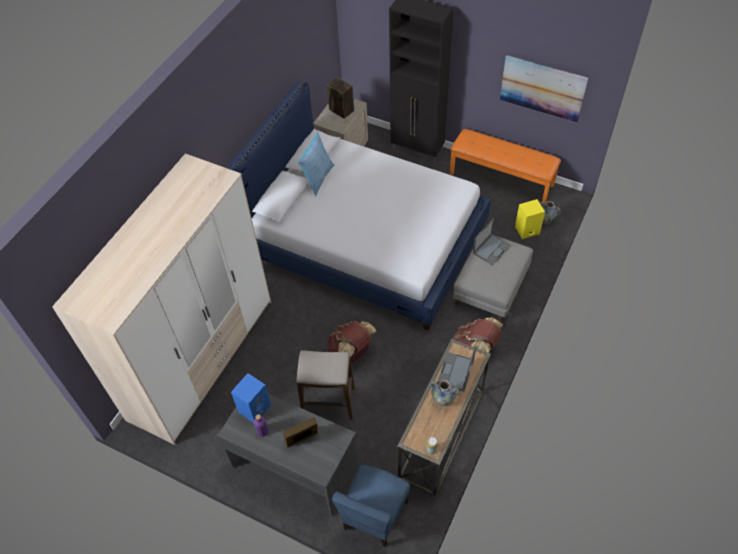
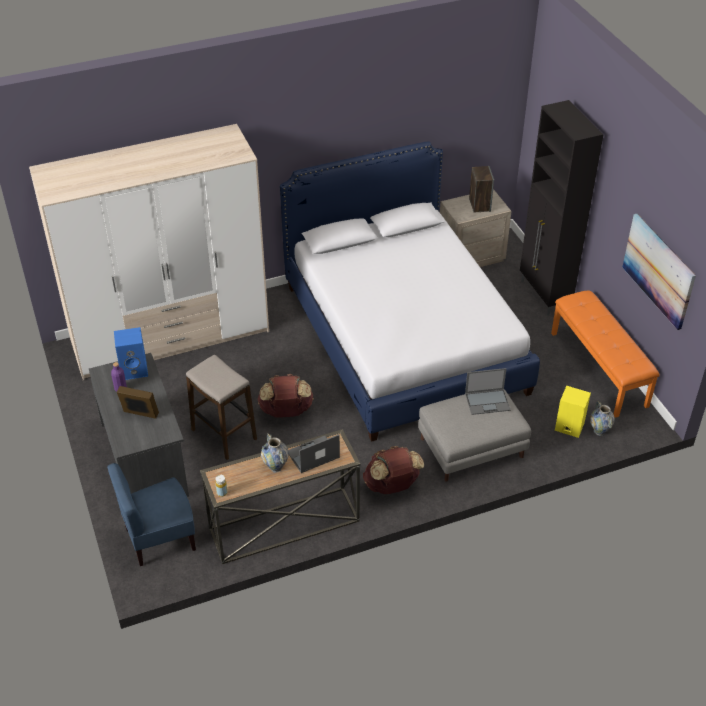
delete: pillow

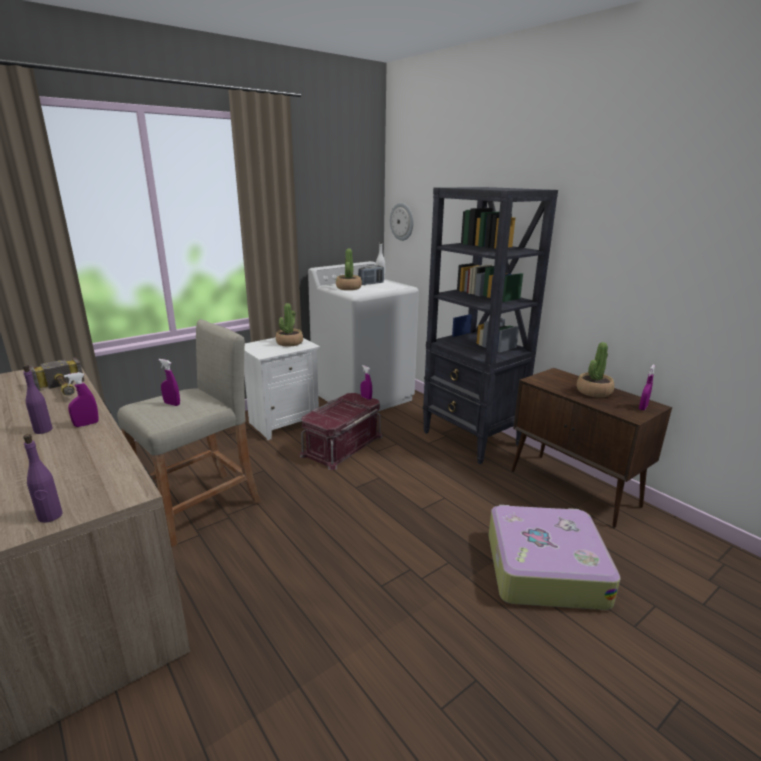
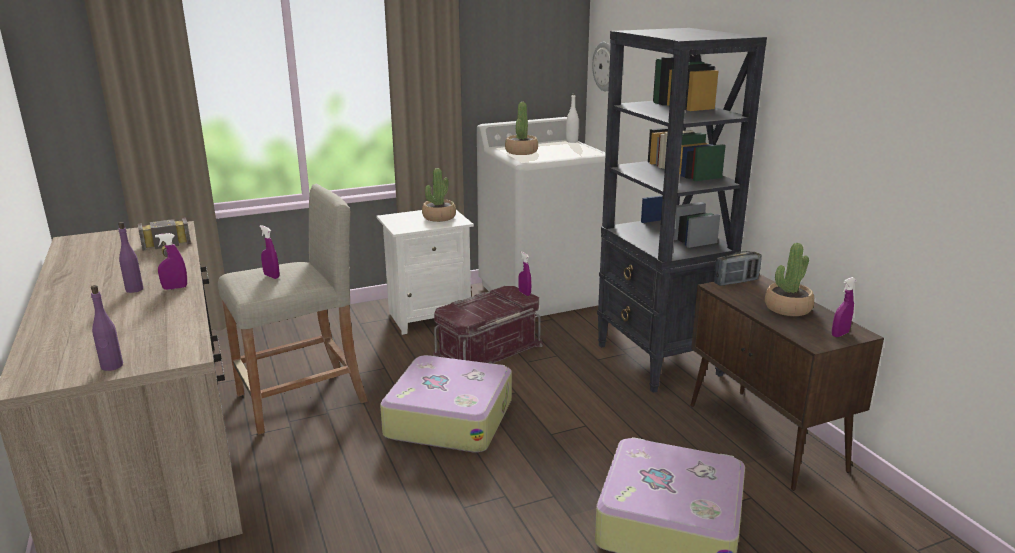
insert: suitcase (1st from left)
move: radio

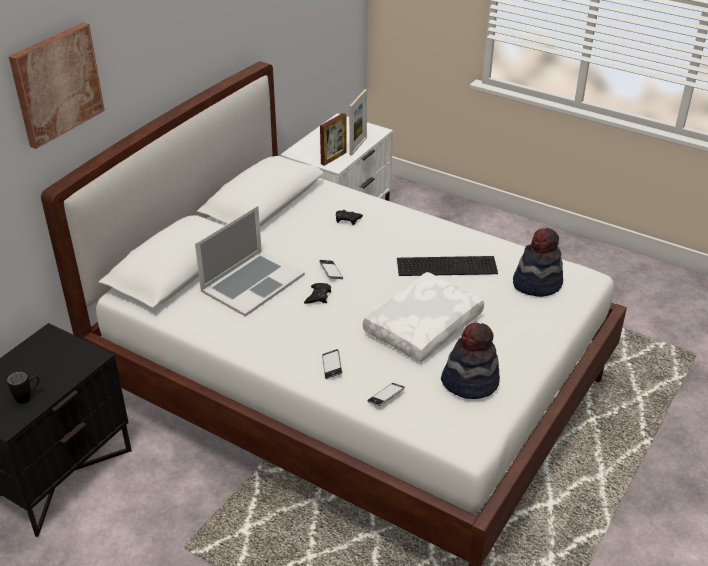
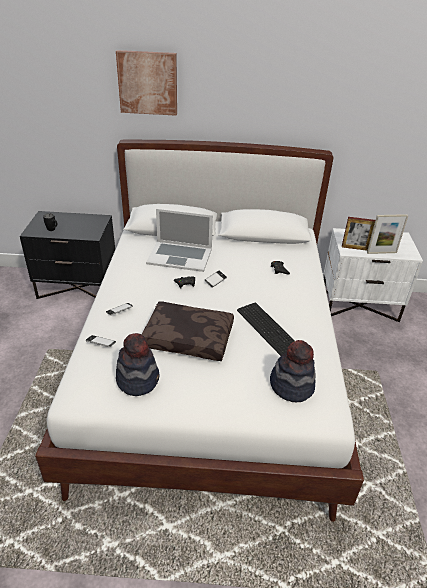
recolor: pillow (white) to pillow (brown)

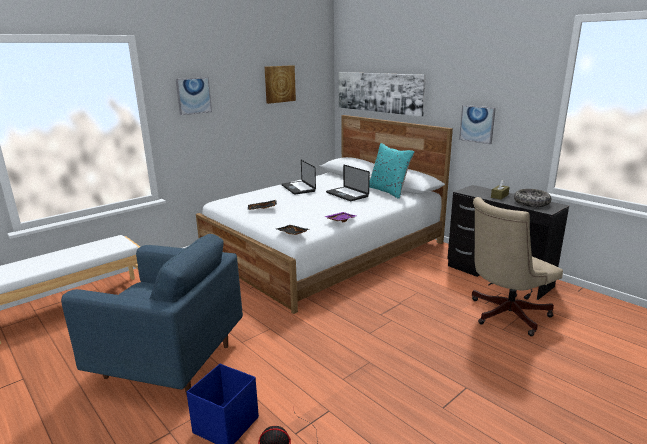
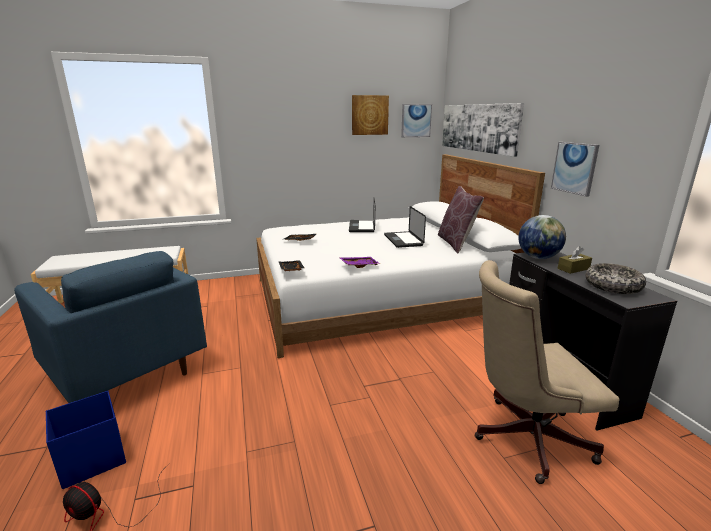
insert: globe
move: picture (1st from left in the first image) to picture (2nd from left)
recolor: pillow (turquoise) to pillow (brown)

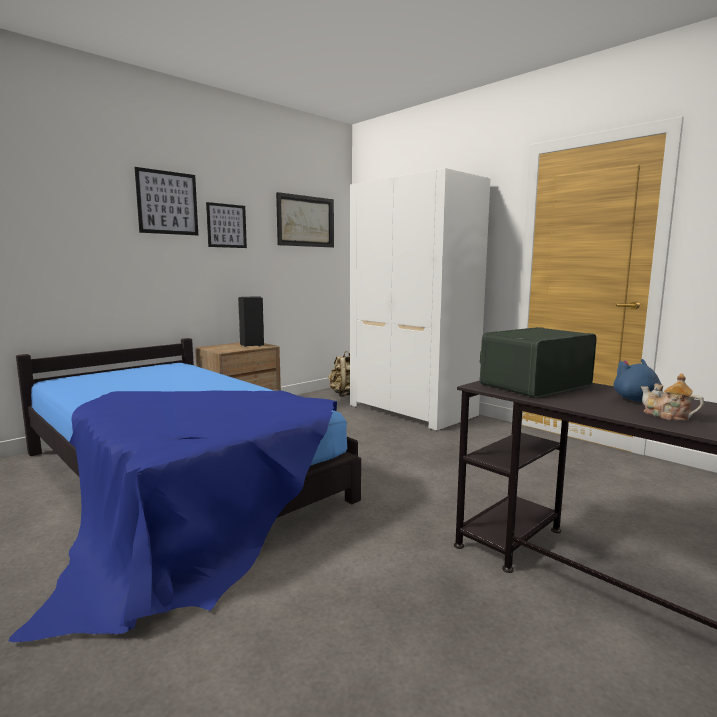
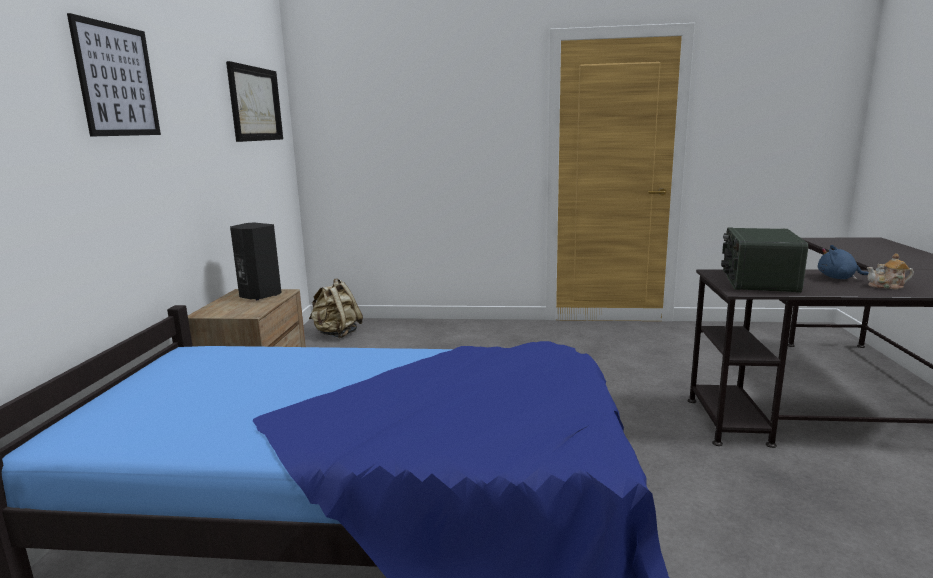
delete: picture (2nd from left); wardrobe (white)

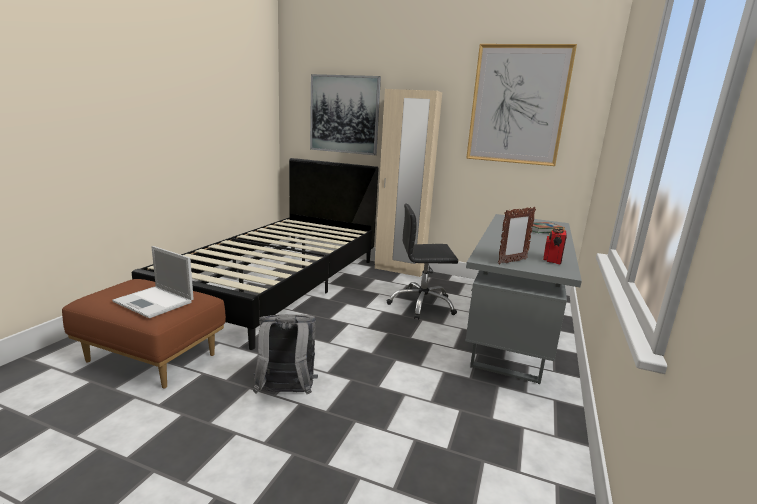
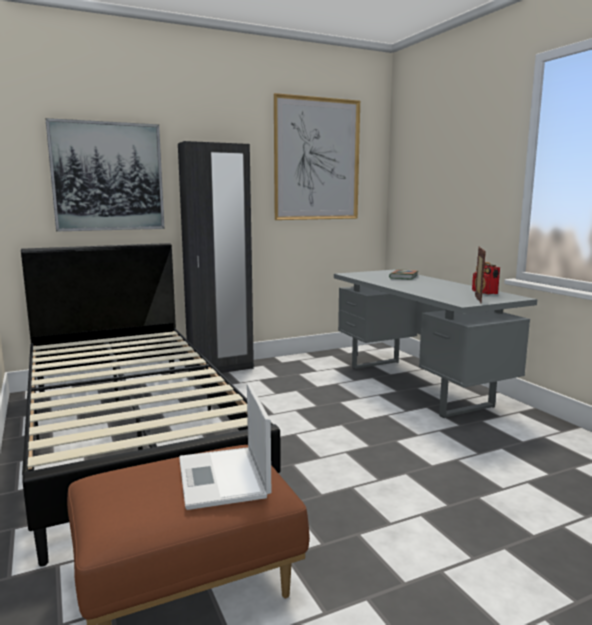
delete: backpack (grey); office chair (black)
recolor: wardrobe (beige) to wardrobe (black)
rotate: laptop 90 degrees clockwise

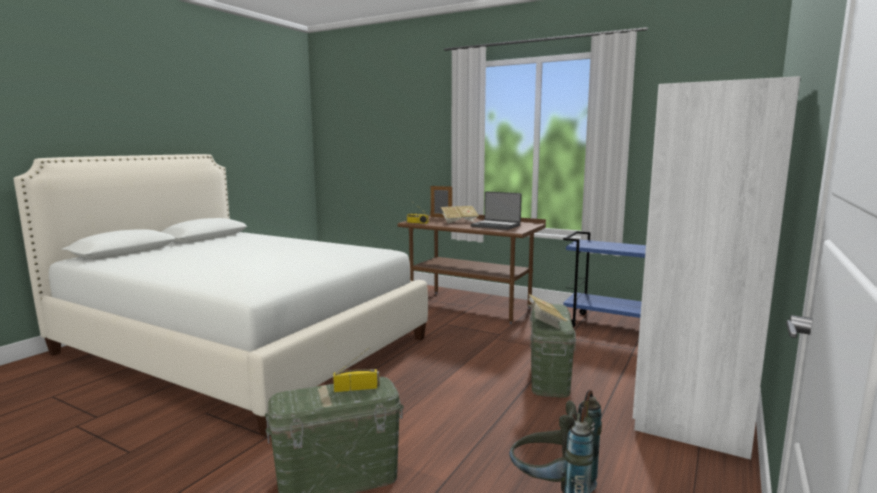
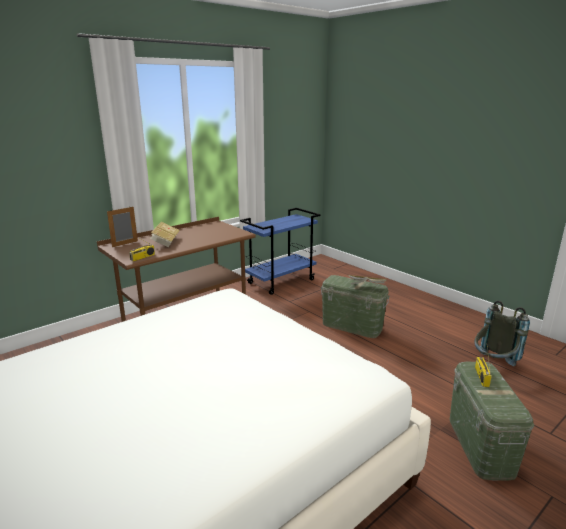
delete: laptop; wardrobe (white)

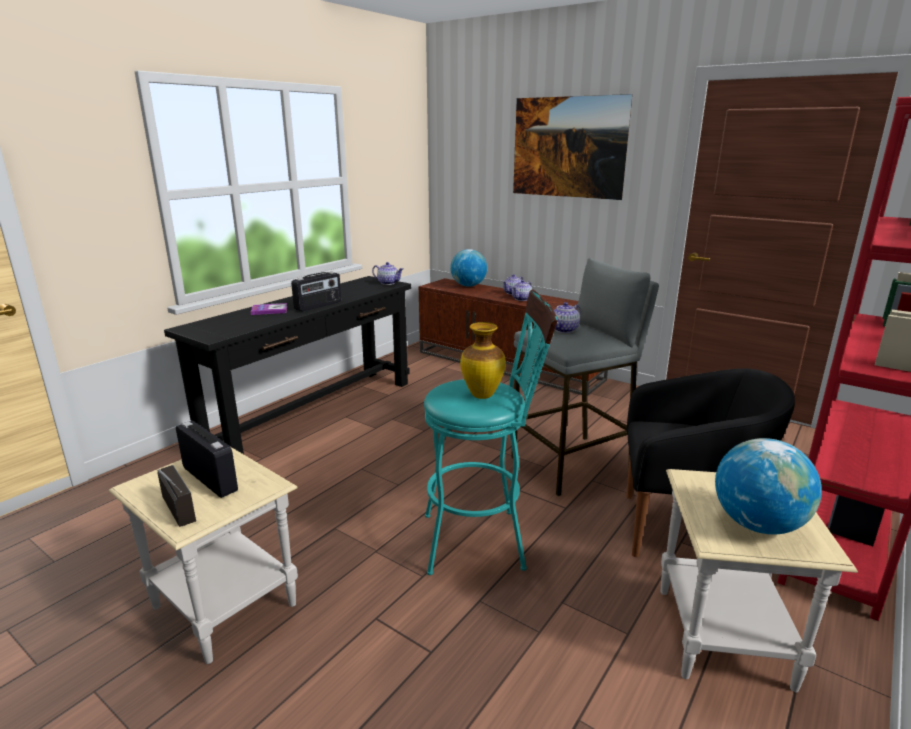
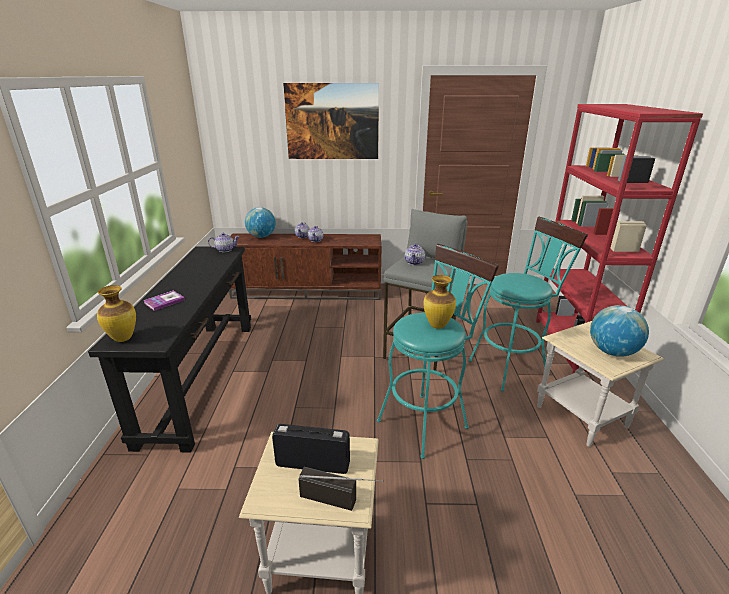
delete: radio (3rd from left)
insert: vase (1st from left)
replace: armchair (black) to stool (turquoise) (2nd from left)

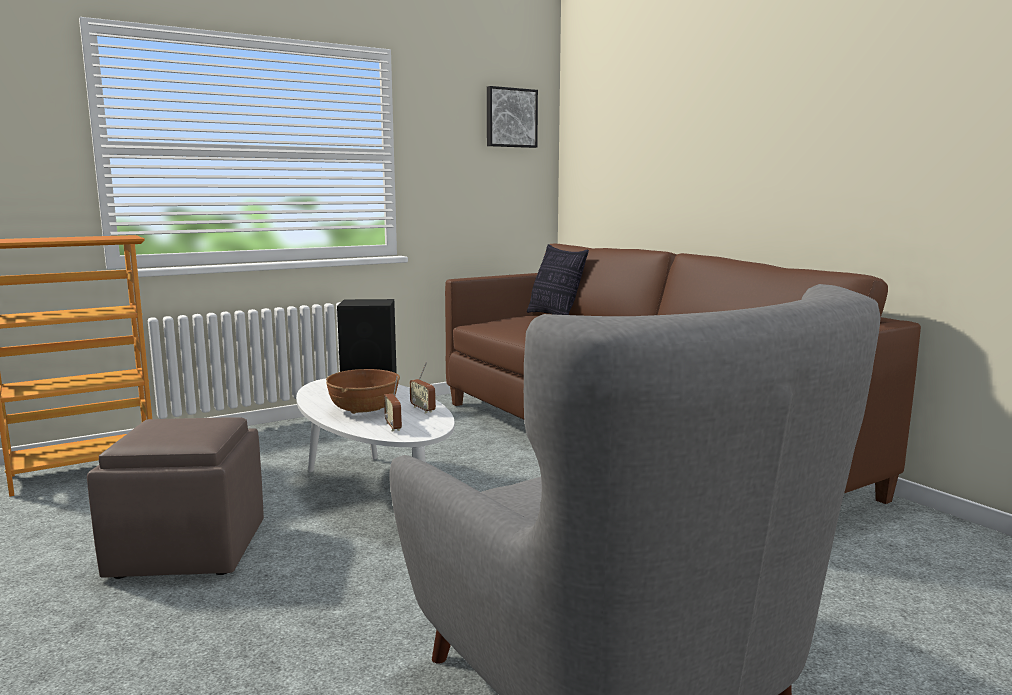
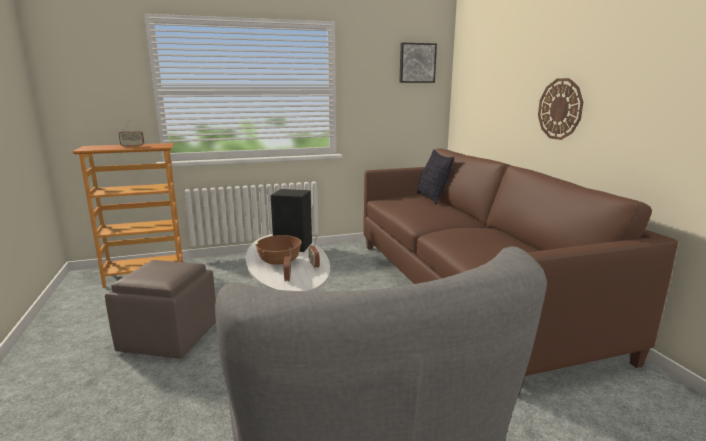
insert: radio (1st from left); wall clock

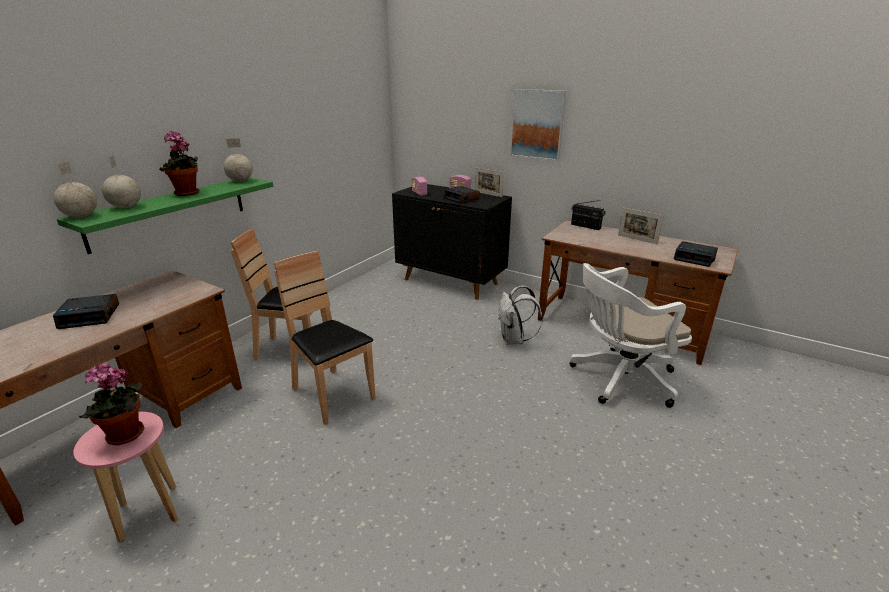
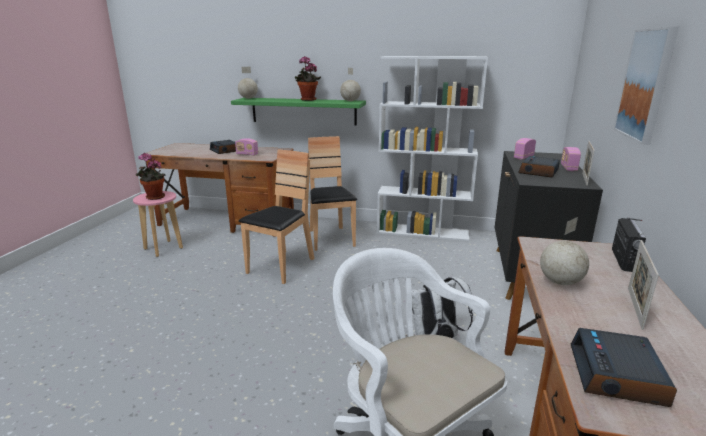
insert: radio (1st from left); bookcase (white)
move: globe (2nd from left in the first image) to globe (3rd from left)

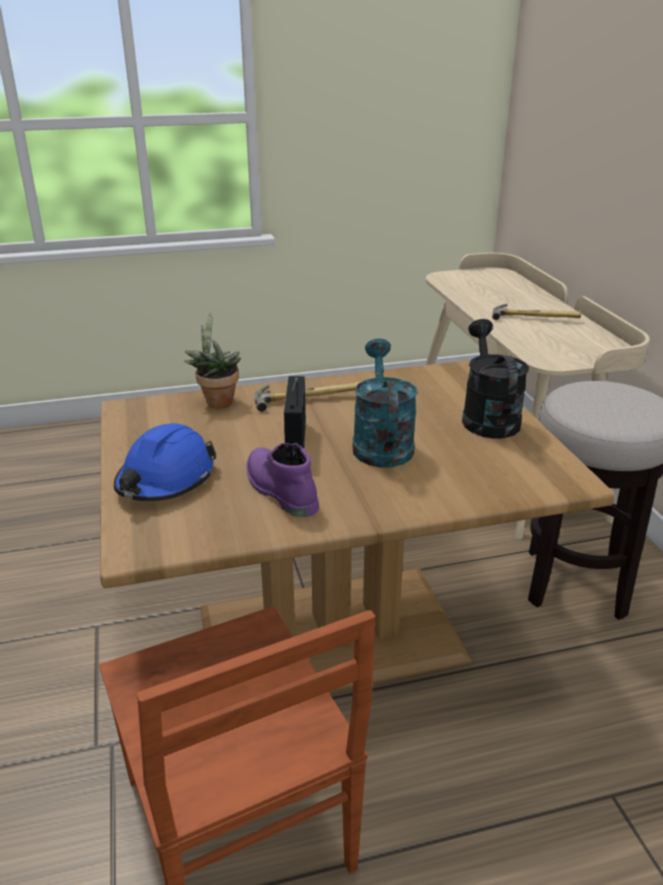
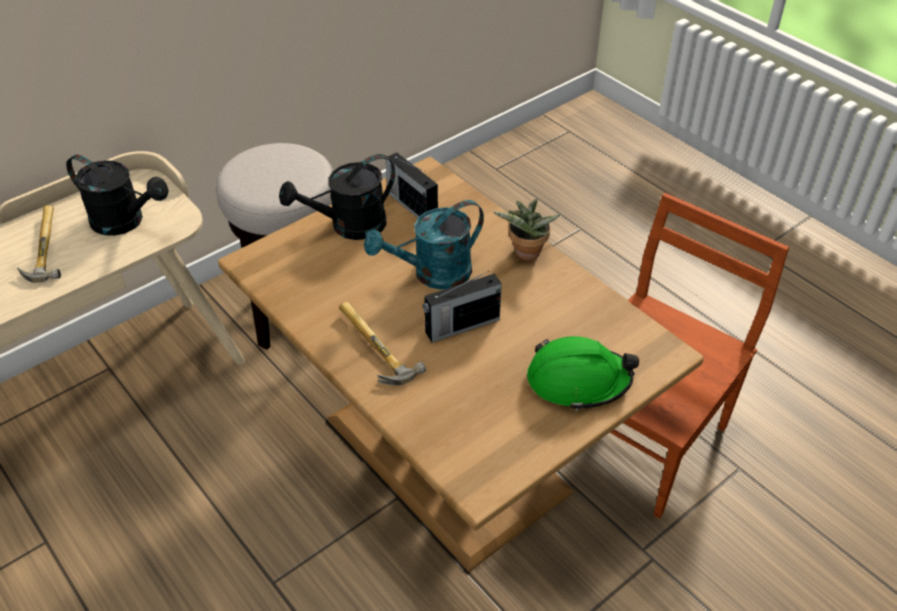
delete: boot (purple)
insert: watering can (black) (1st from left); radio (1st from left)
move: potted plant
recolor: hard hat (blue) to hard hat (green)

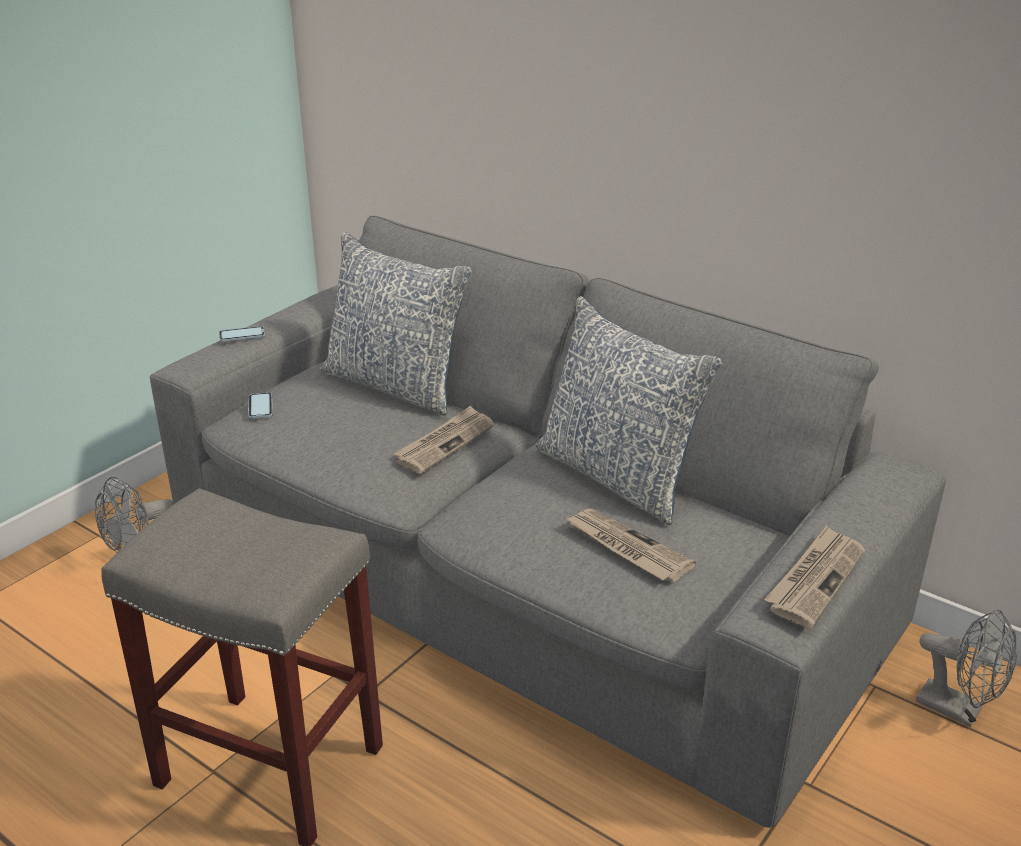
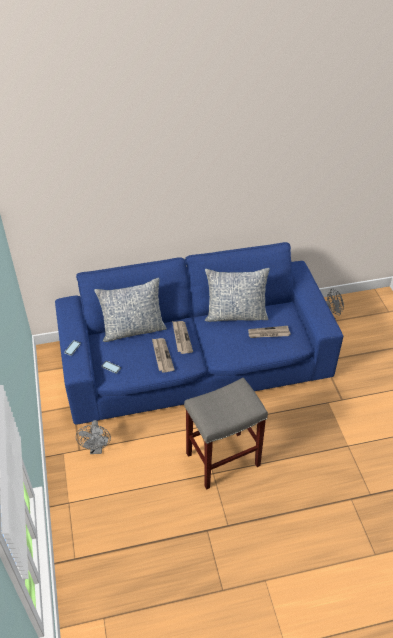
move: newspaper (3rd from left in the first image) to newspaper (1st from left)
recolor: sofa (grey) to sofa (blue)

